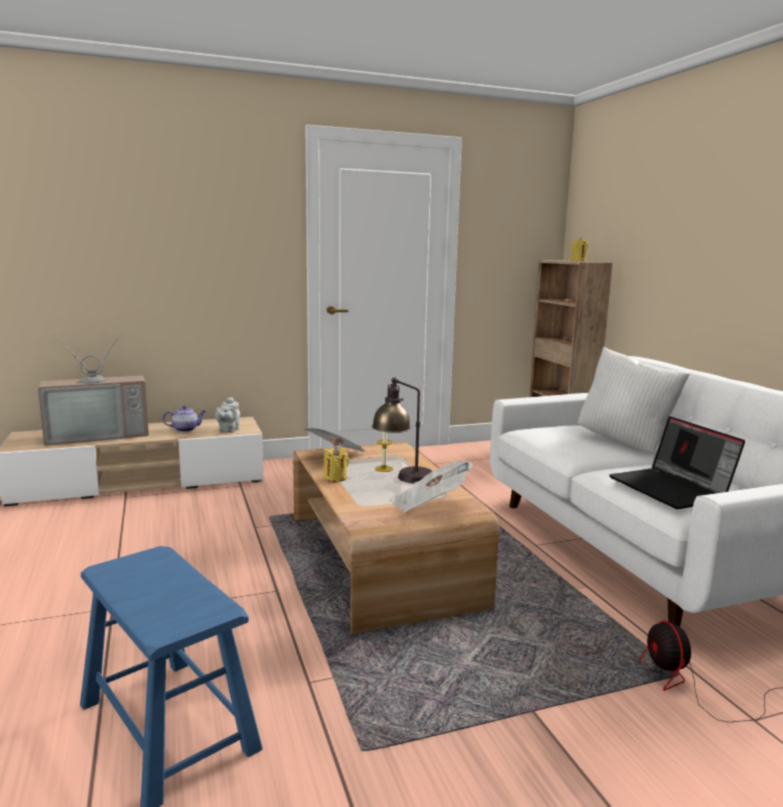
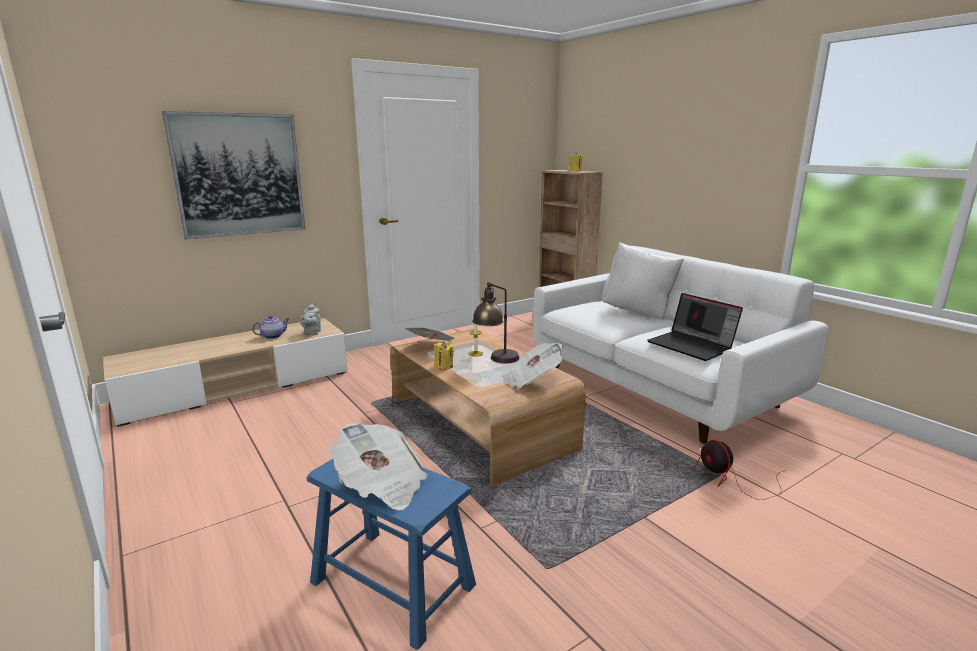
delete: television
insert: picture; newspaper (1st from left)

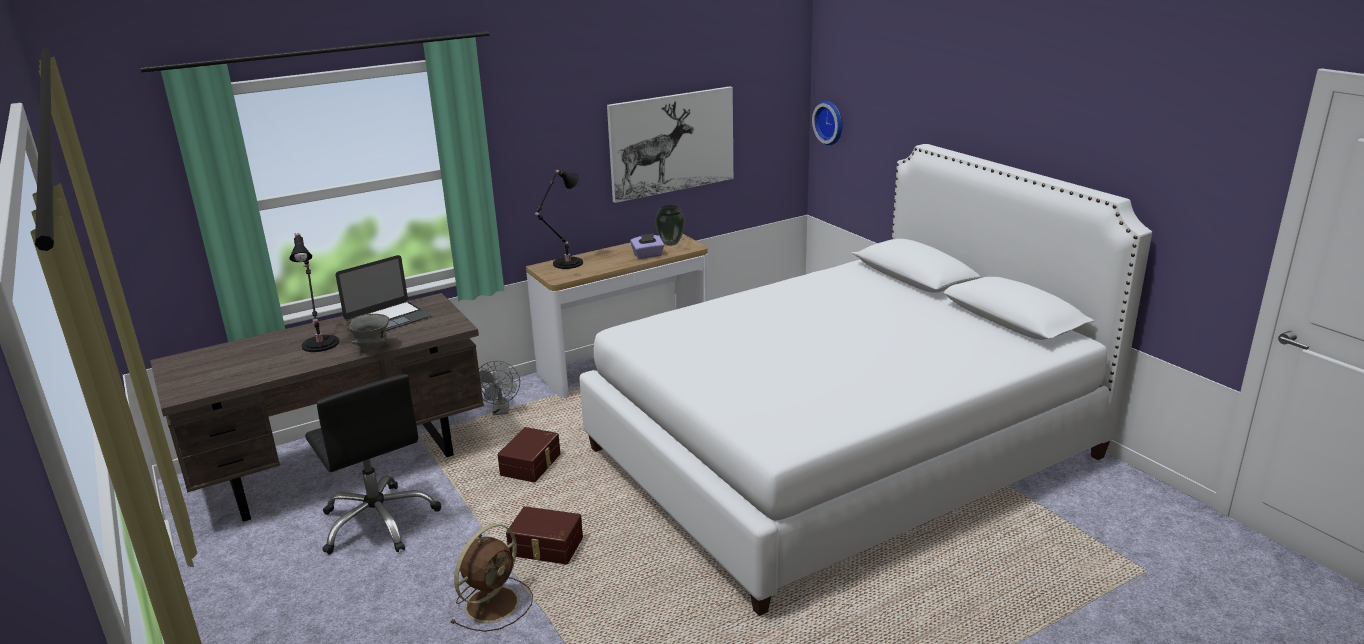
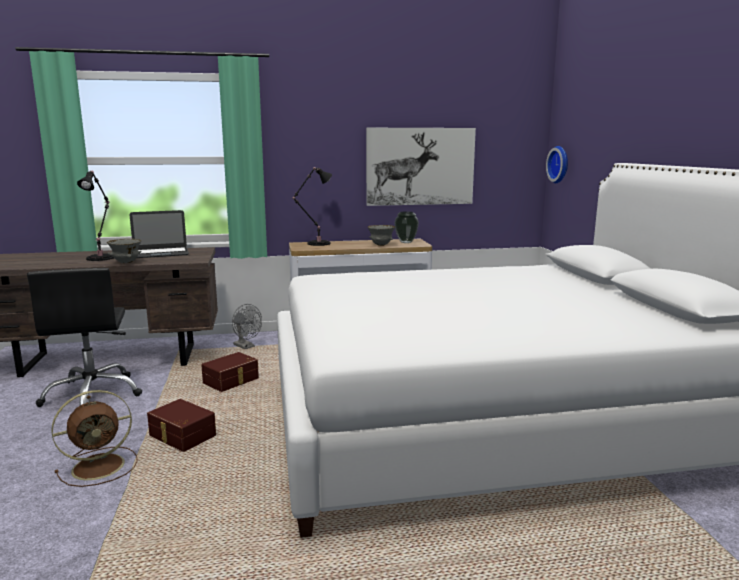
replace: tissue box (purple) to bowl (grey) (2nd from left)
rotate: fan (grey) 60 degrees counterclockwise

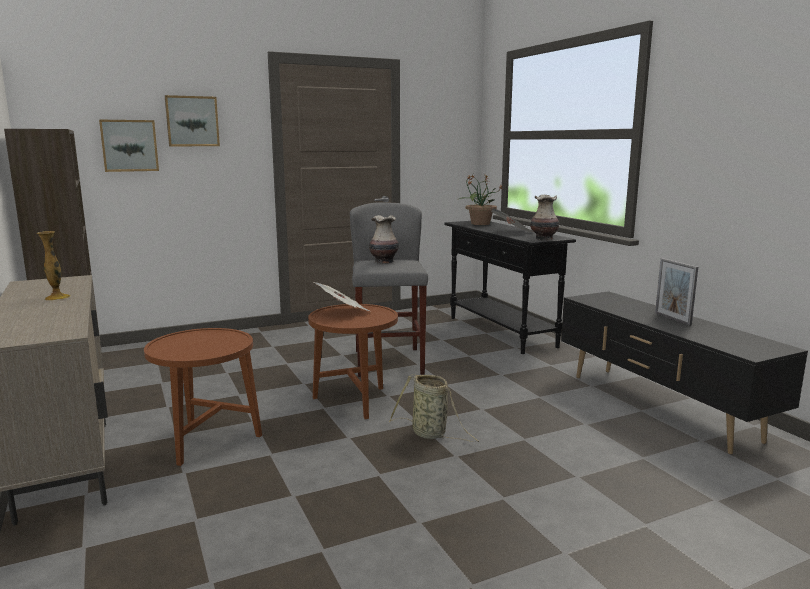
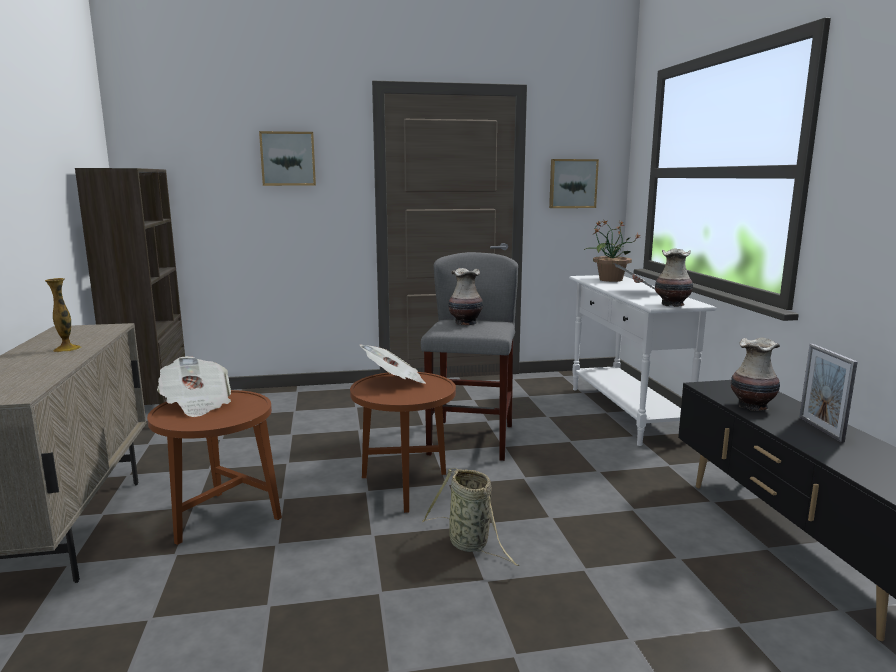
insert: newspaper (1st from left); vase (4th from left)
move: picture (1st from left in the first image) to picture (2nd from left)
recolor: console table (black) to console table (white)

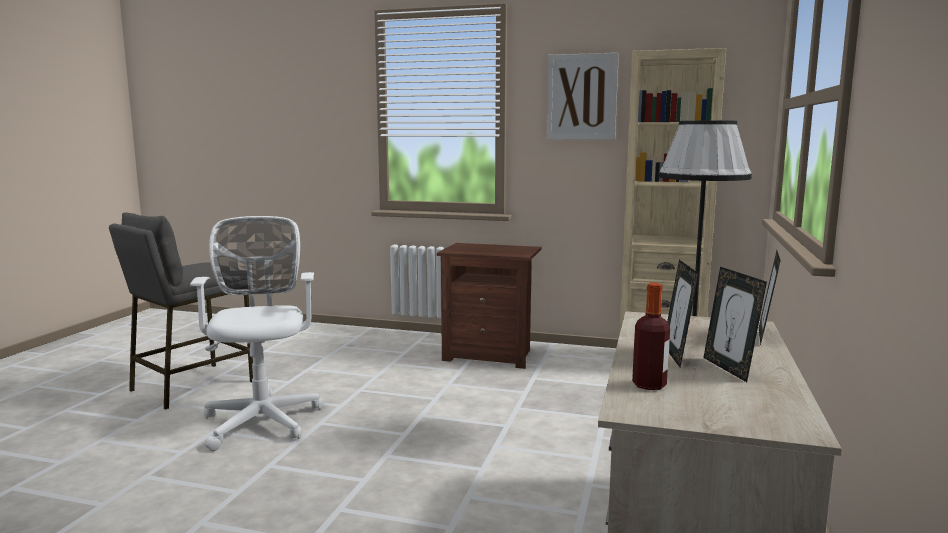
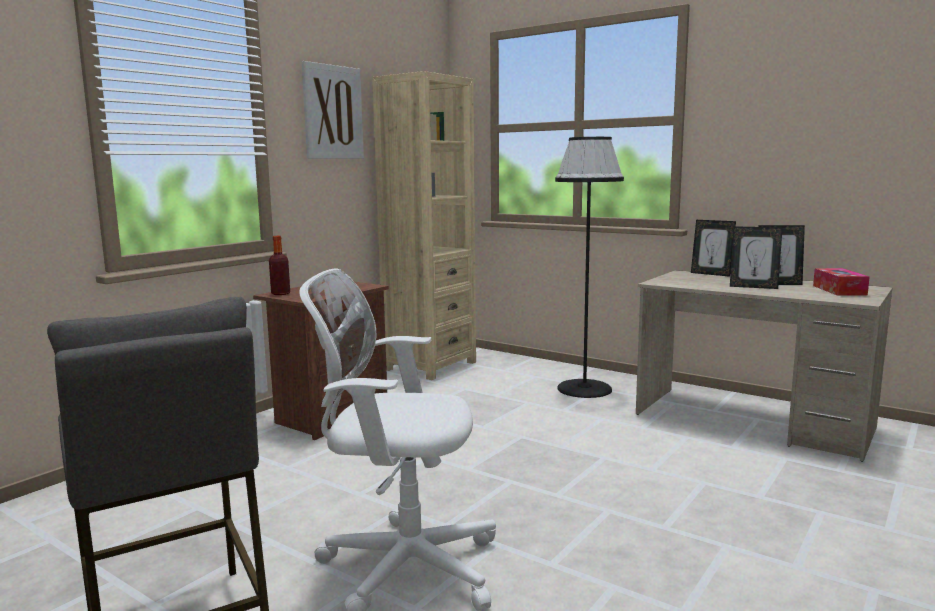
insert: tissue box
move: bottle

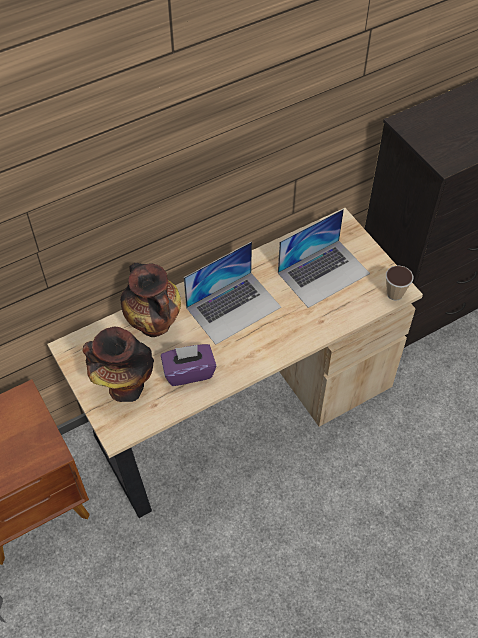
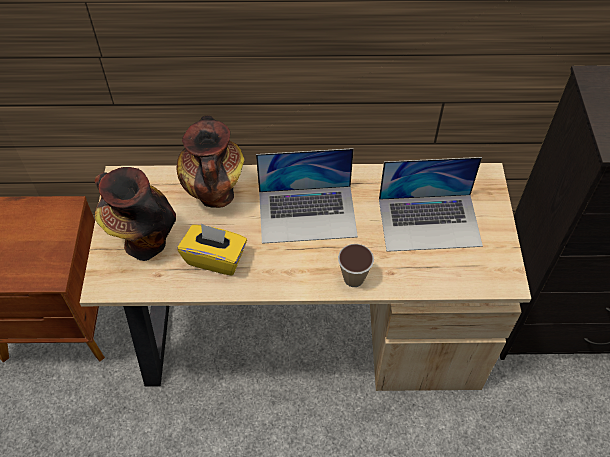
move: cup
recolor: tissue box (purple) to tissue box (yellow)

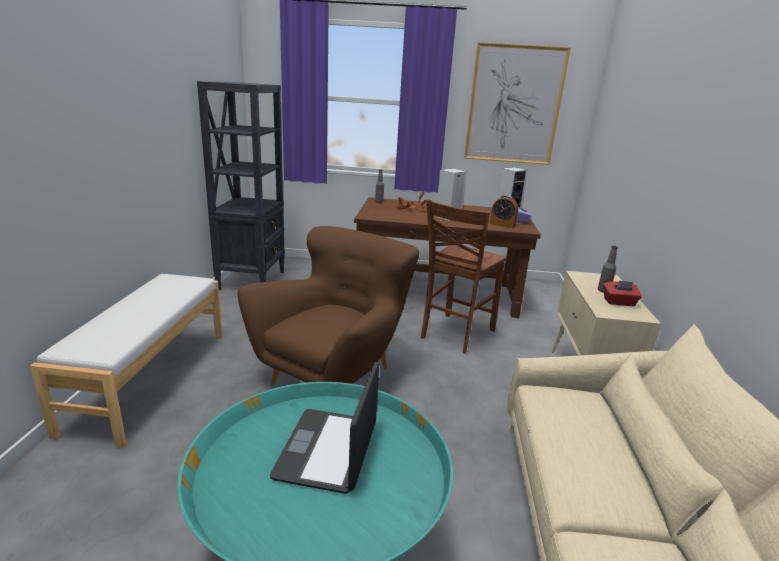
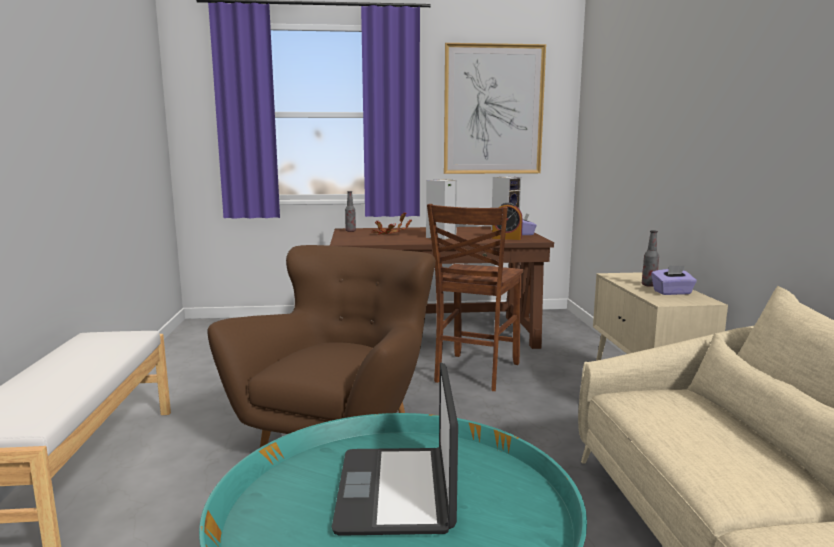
delete: bookcase (black)
recolor: tissue box (red) to tissue box (purple) (2nd from left)

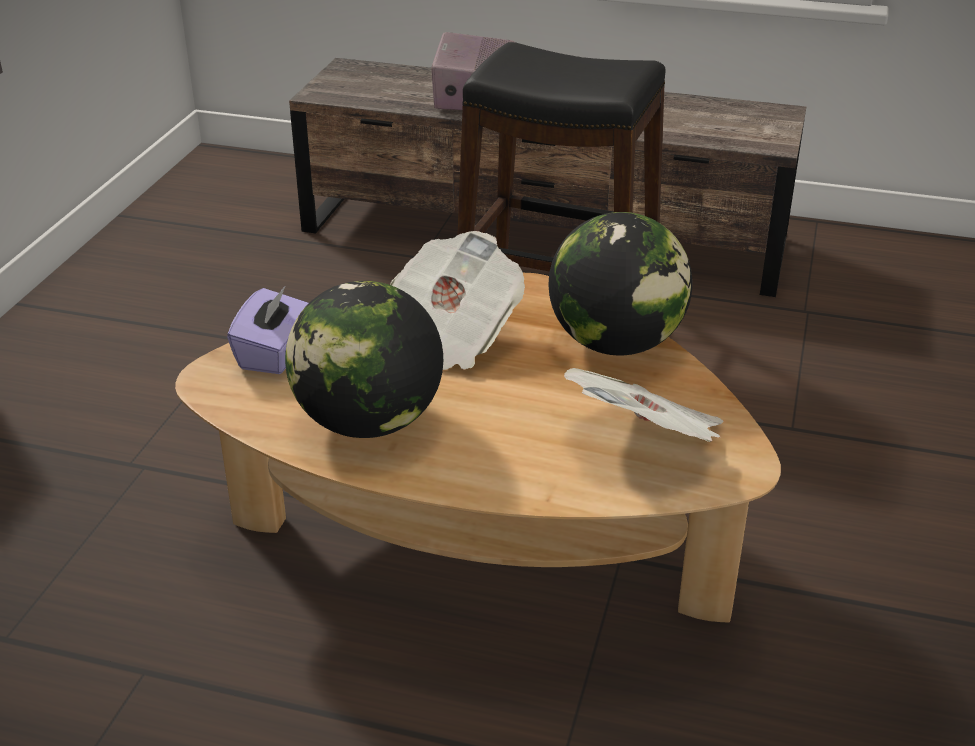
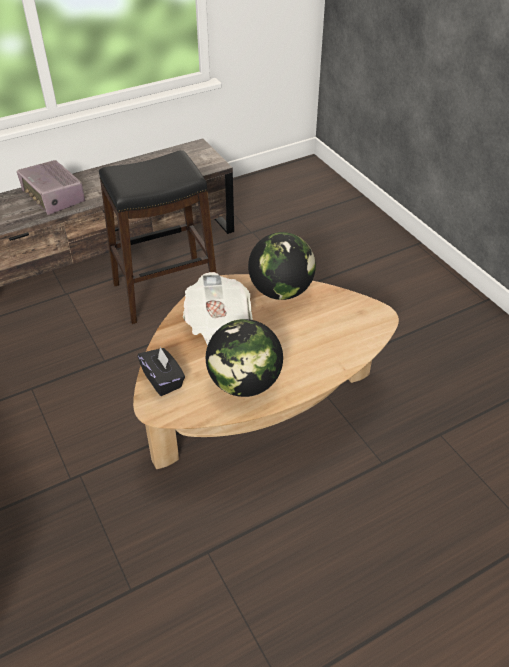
delete: newspaper (2nd from left)
recolor: tissue box (purple) to tissue box (black)

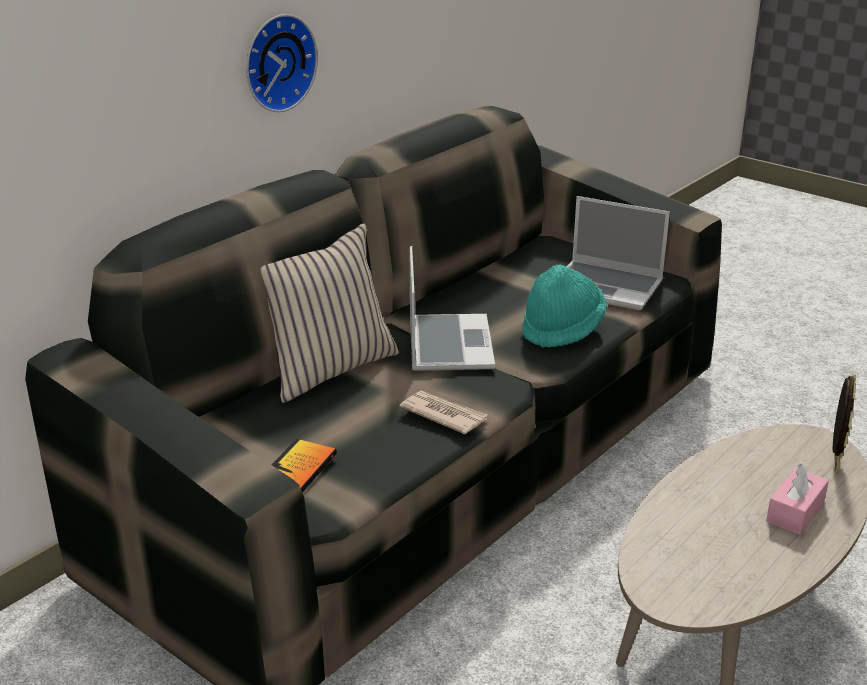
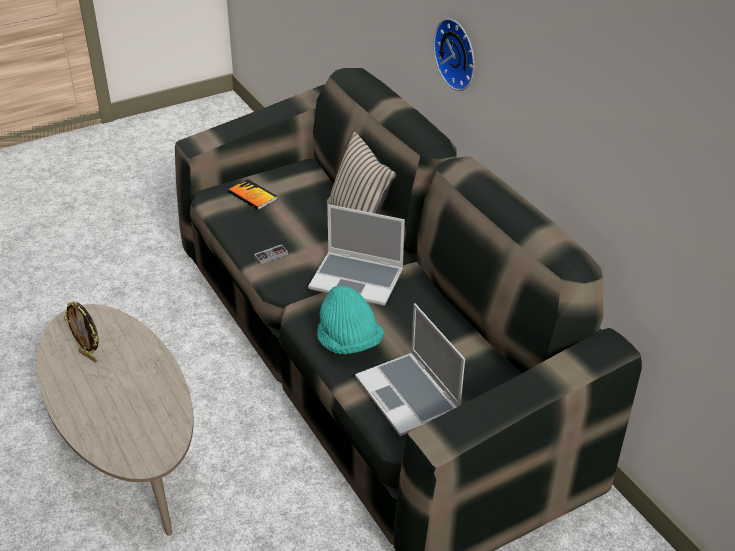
delete: tissue box (pink)
move: picture frame
replace: newspaper to game controller
rotate: laptop (2nd from left) 75 degrees counterclockwise

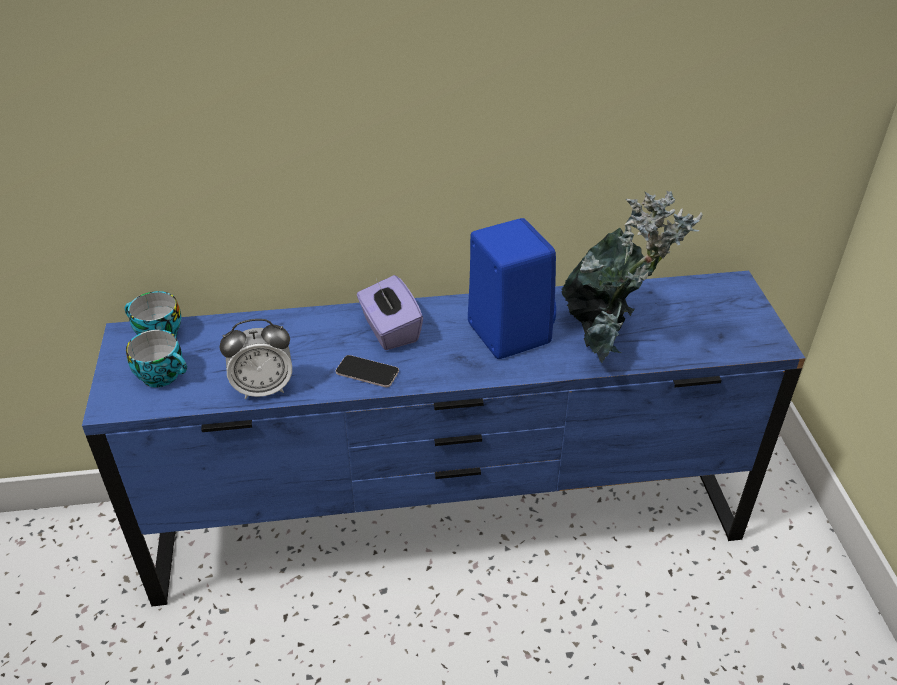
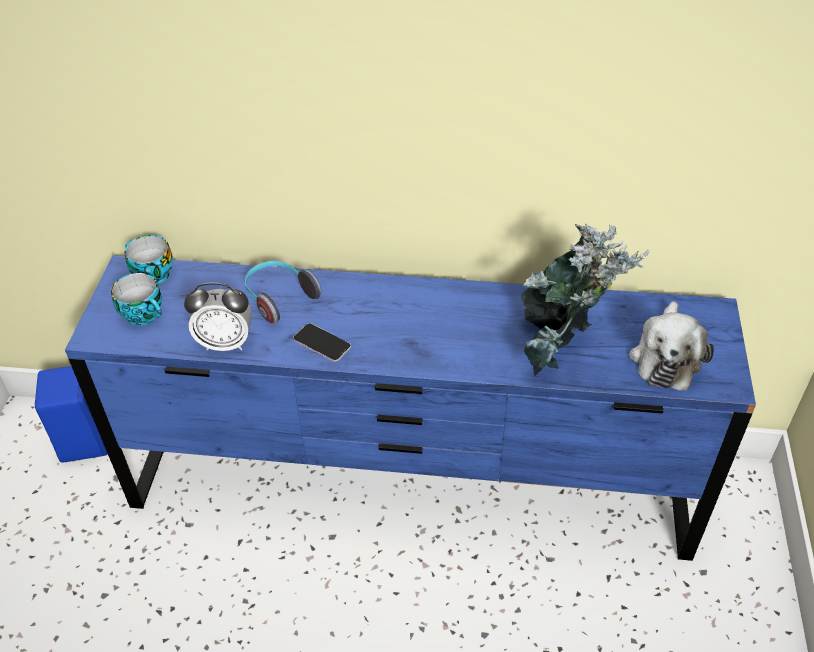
delete: tissue box (purple)
insert: headphones; plush toy
move: speaker (blue)

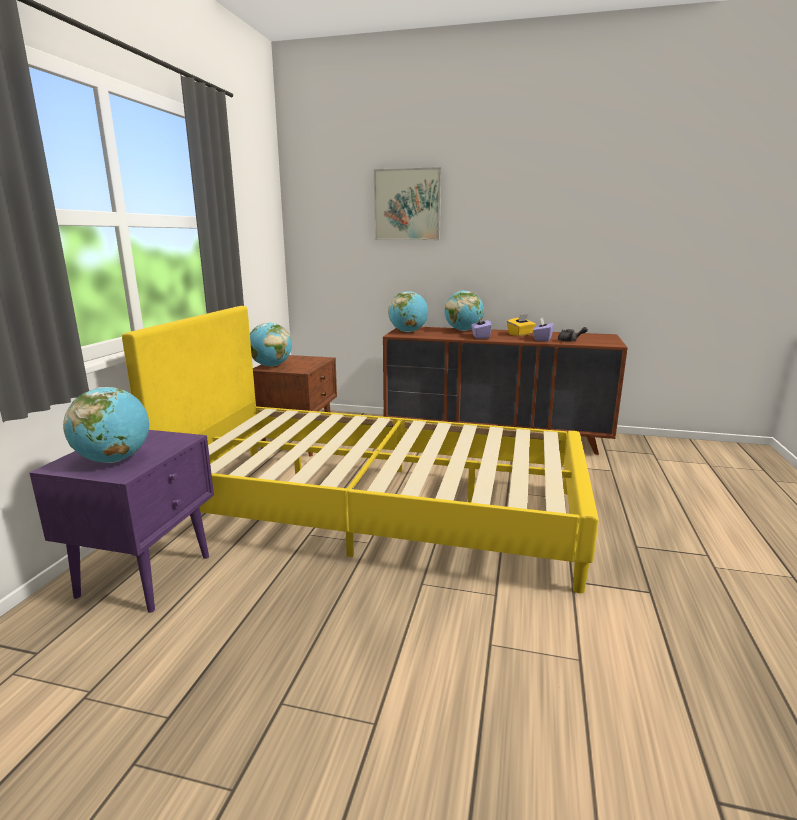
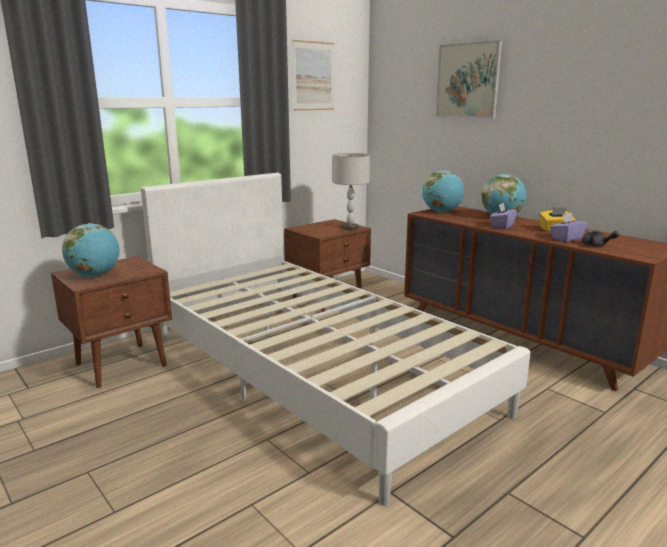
delete: globe (2nd from left)
insert: picture (1st from left); table lamp (grey)
recolor: nightstand (purple) to nightstand (brown) (1st from left); bed (yellow) to bed (white)

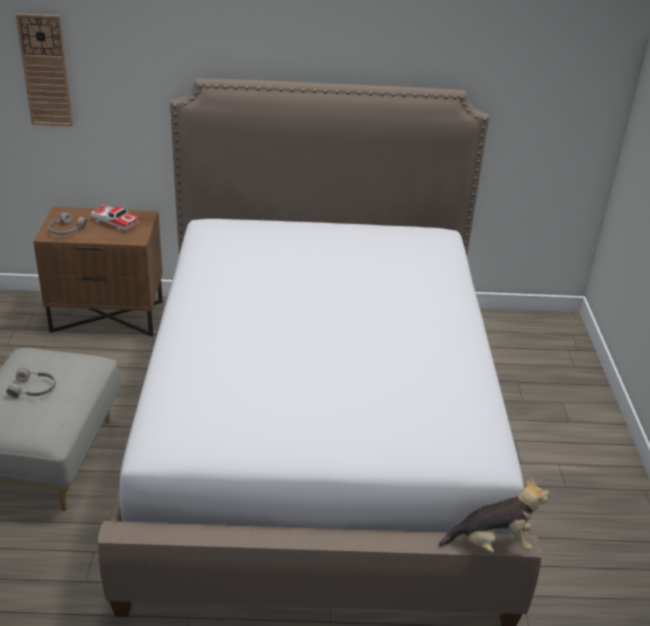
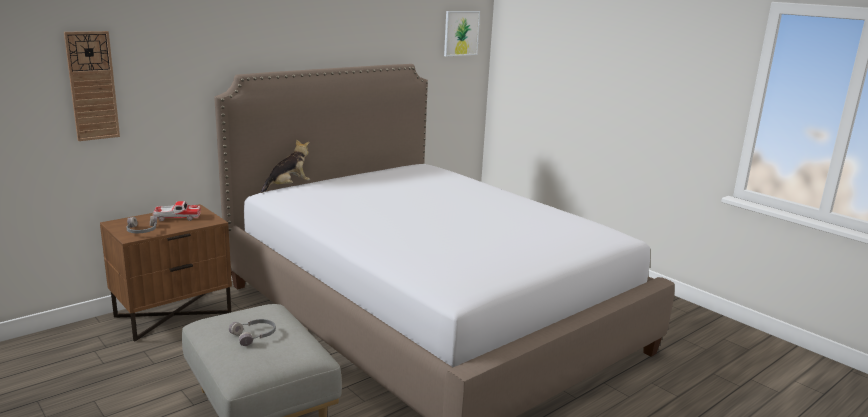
insert: picture
move: plush toy

